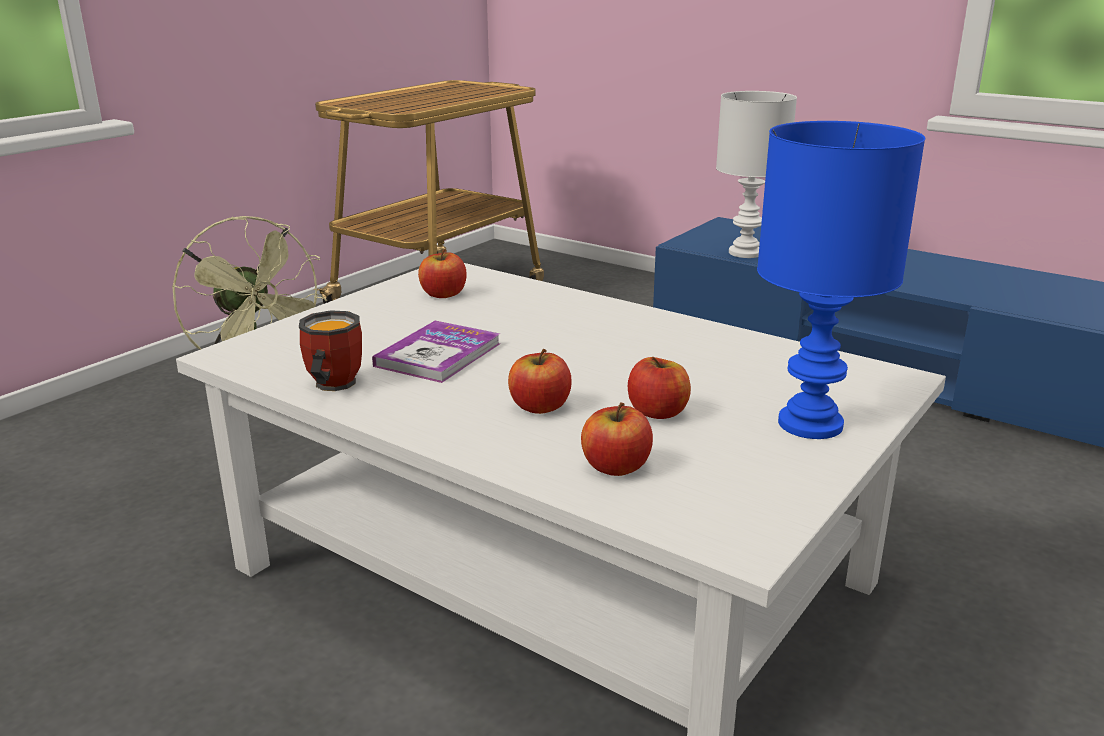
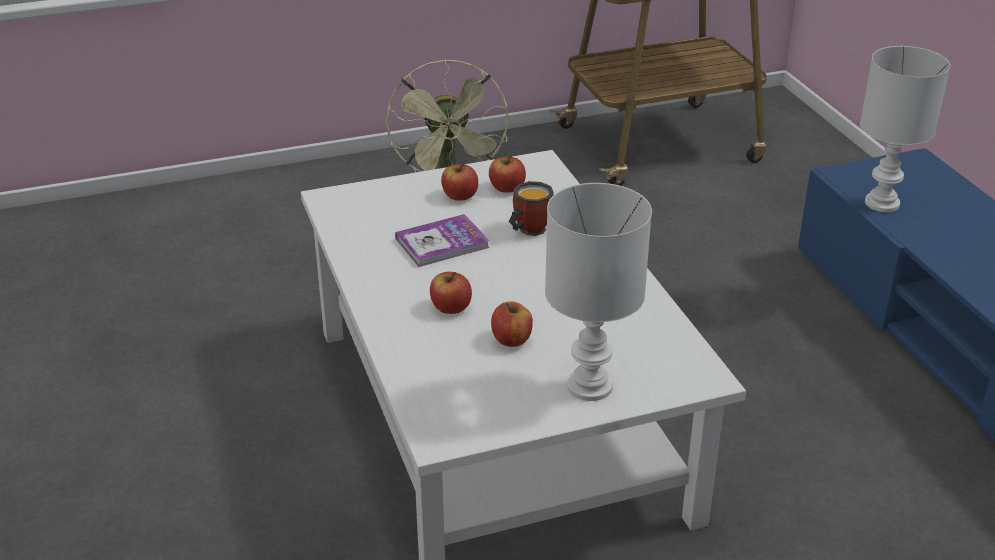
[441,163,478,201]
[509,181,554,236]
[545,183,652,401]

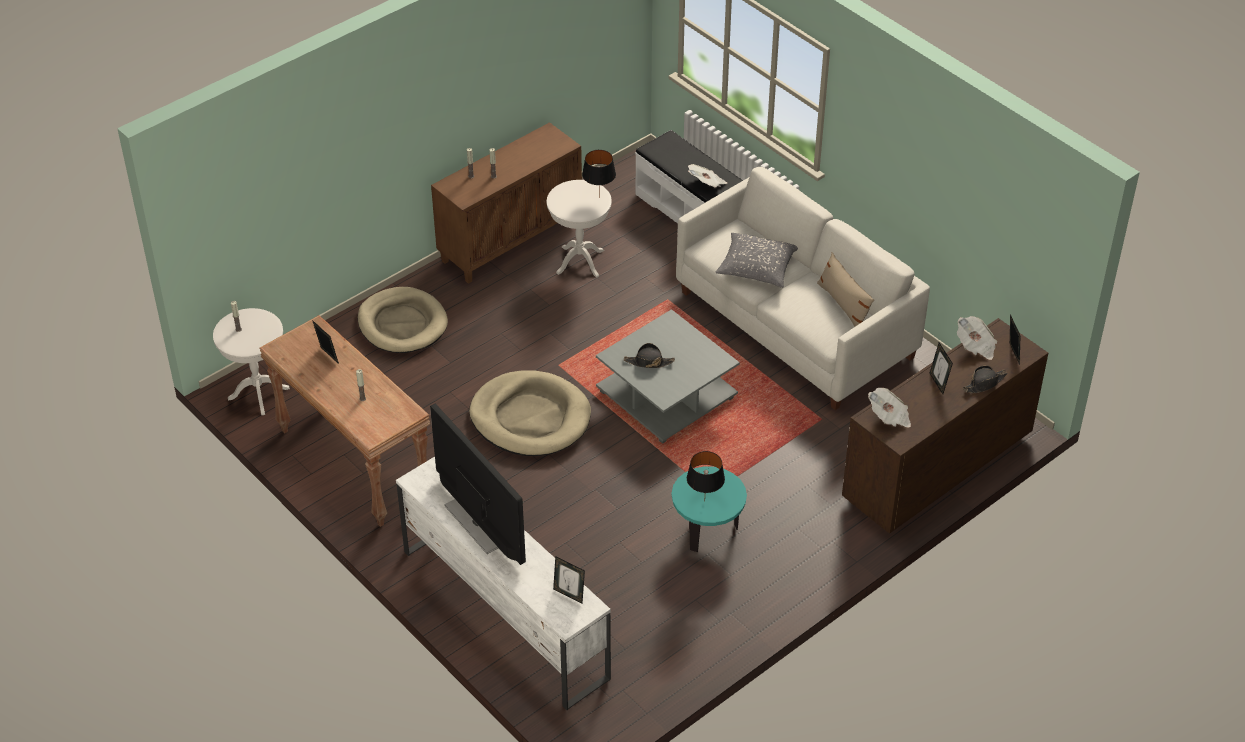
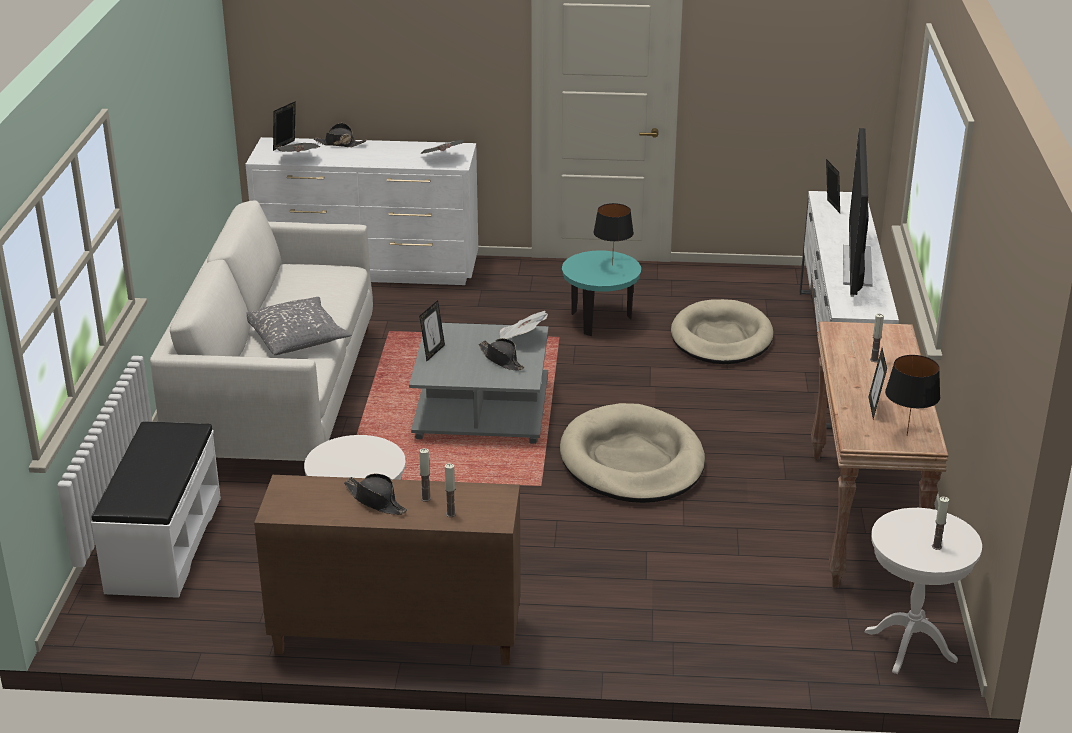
[245,137,478,285]
[344,473,407,515]
[419,300,445,361]
[499,311,548,339]
[671,299,773,364]
[885,355,940,435]
[817,252,874,326] (first image)

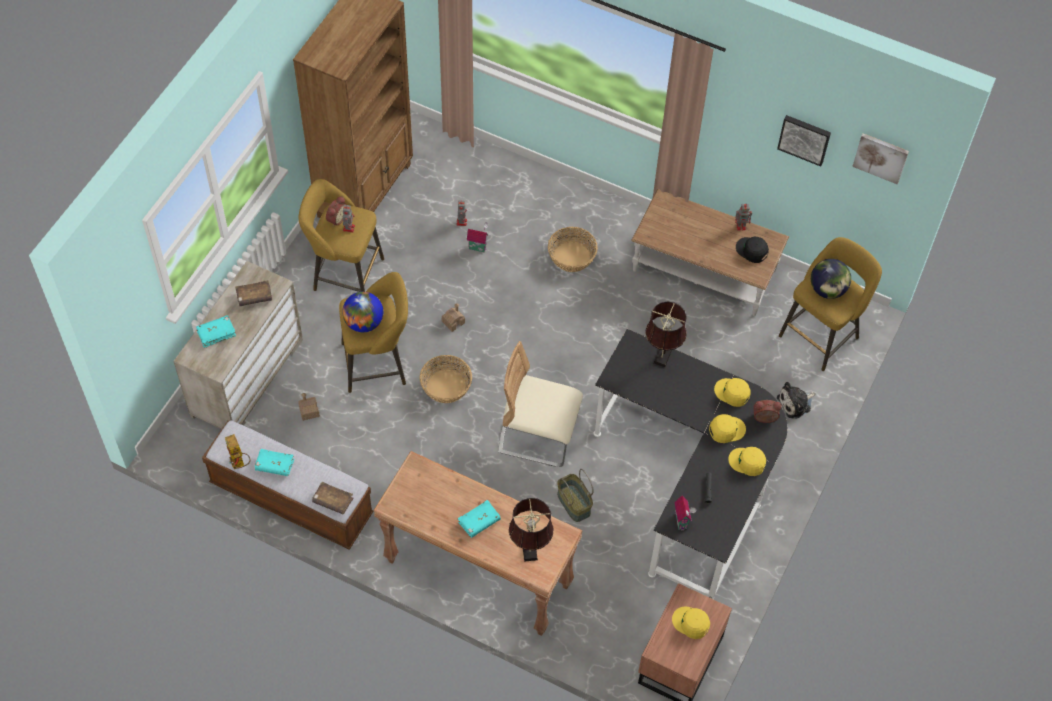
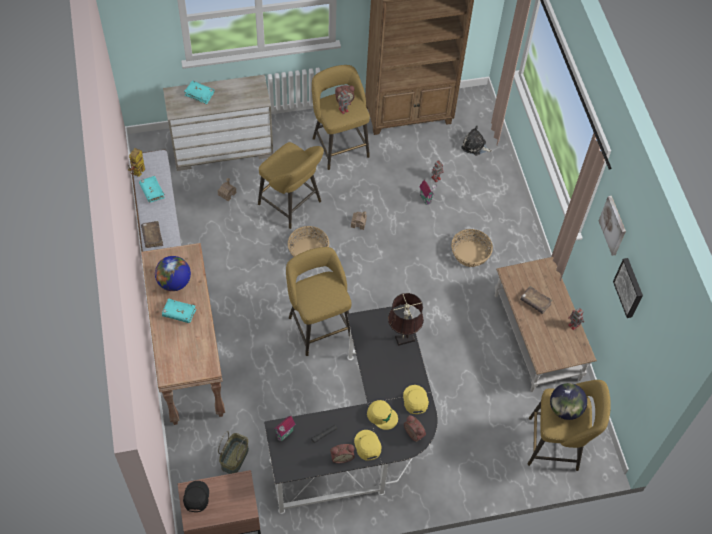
[155,256,191,291]
[183,481,209,512]
[218,431,249,474]
[286,247,351,356]
[330,444,355,463]
[461,126,492,155]
[520,286,553,314]
[599,196,626,256]
[509,498,554,562] (first image)
[672,607,710,639] (first image)

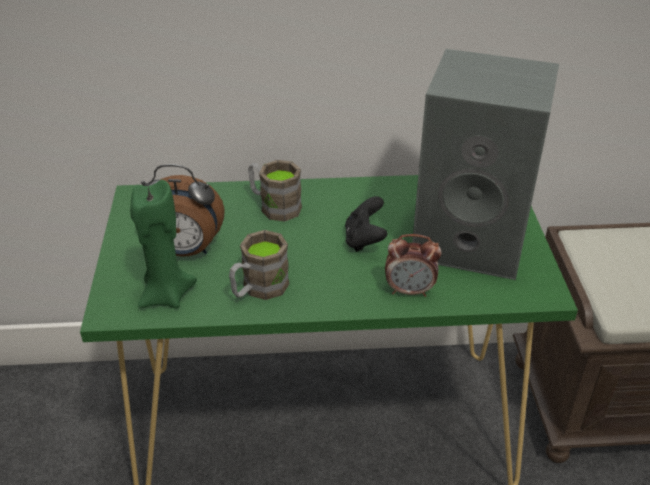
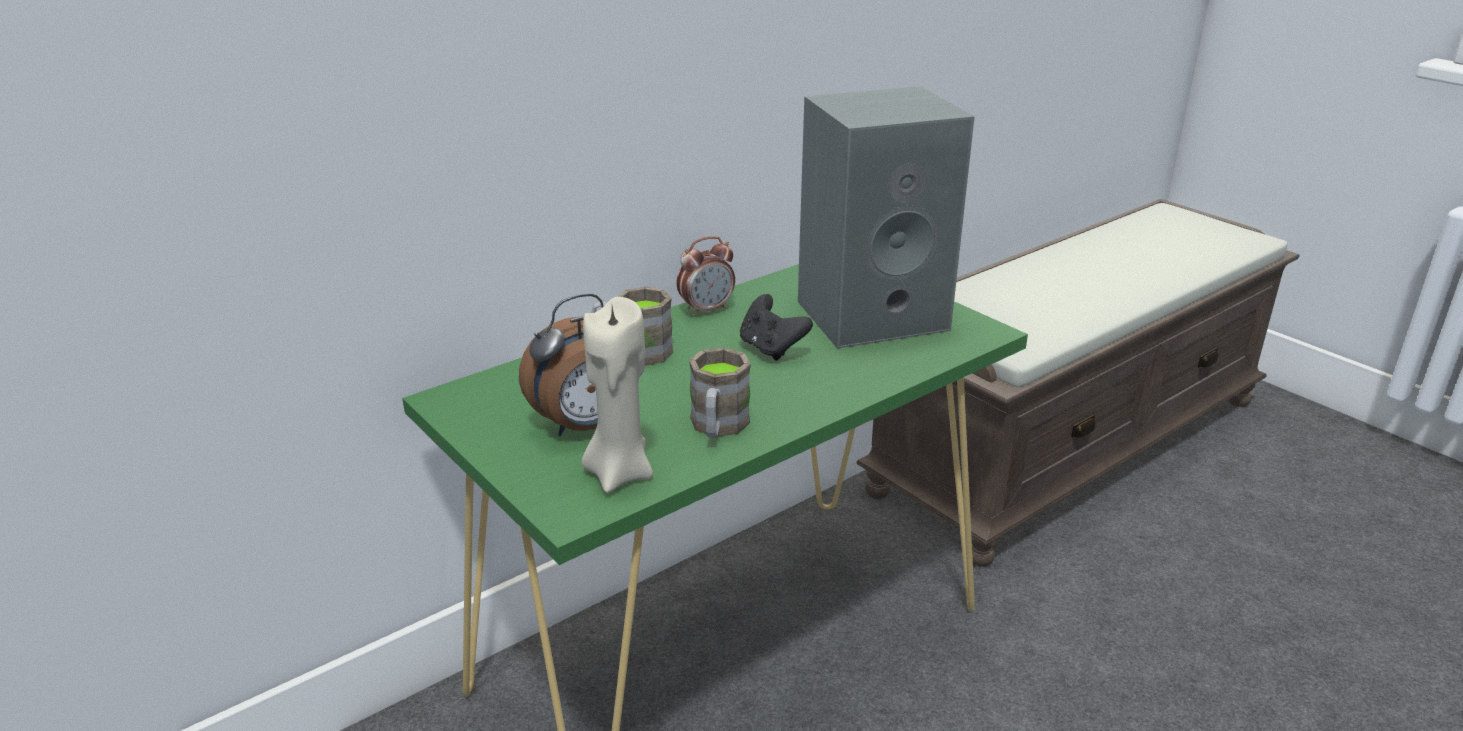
[582,297,653,493]
[676,236,735,317]

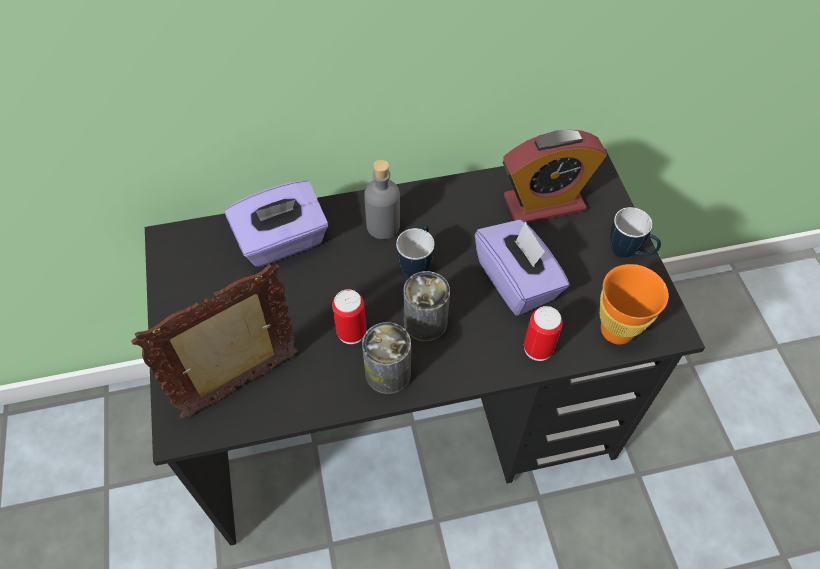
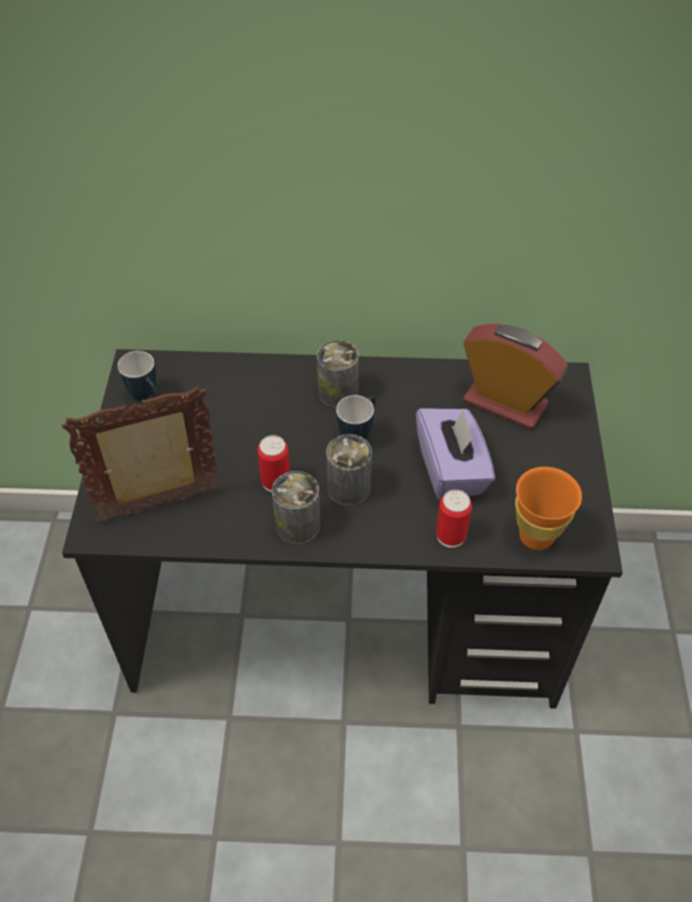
[118,351,158,402]
[317,340,359,408]
[463,324,568,430]
[225,180,328,267] (first image)

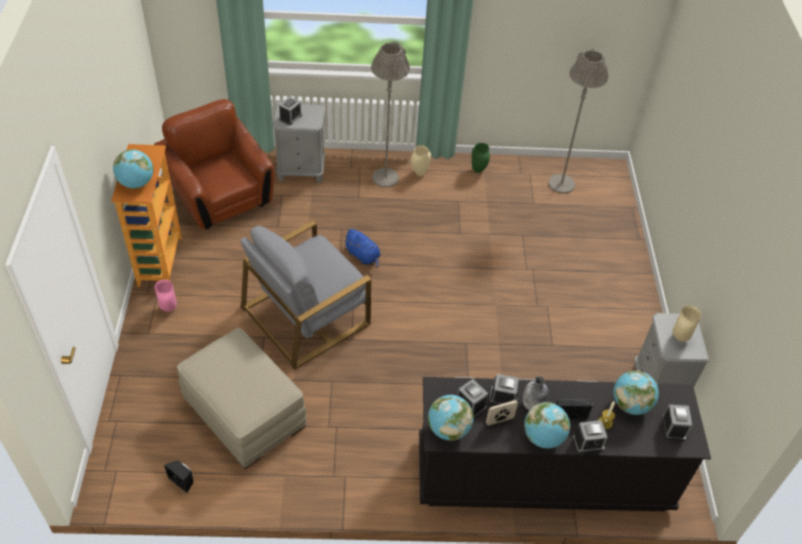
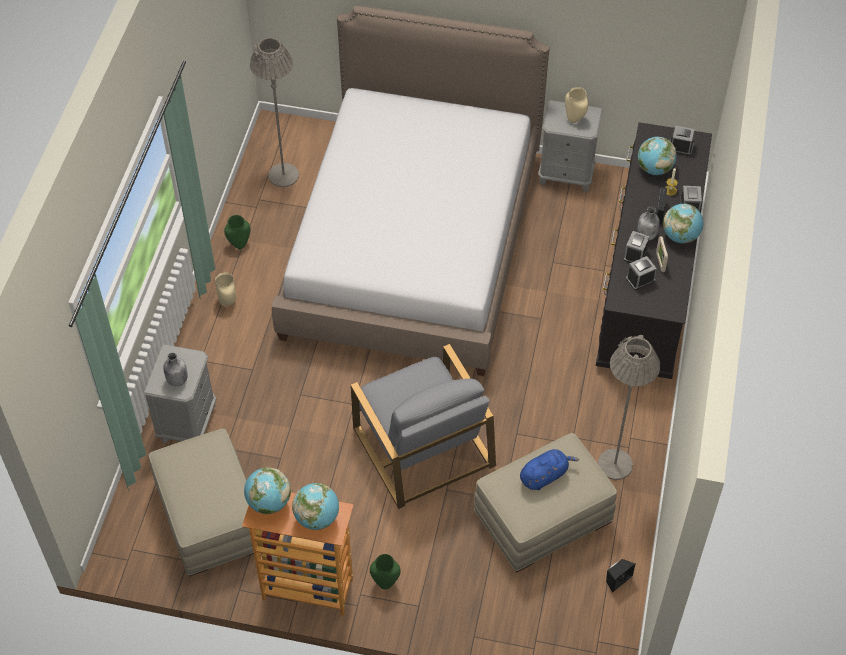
[149,429,254,577]
[163,352,188,386]
[244,467,291,515]
[272,5,549,376]
[370,554,401,589]
[520,449,579,490]
[598,335,660,480]

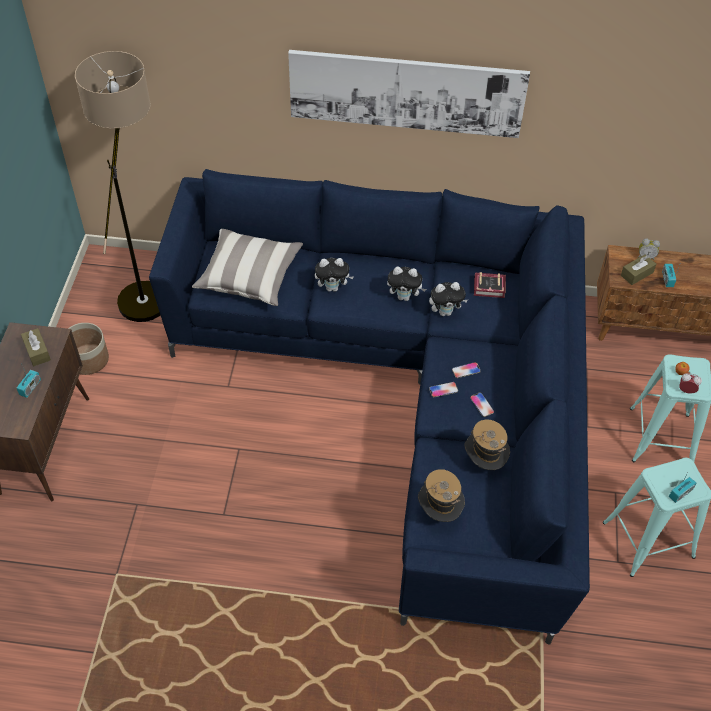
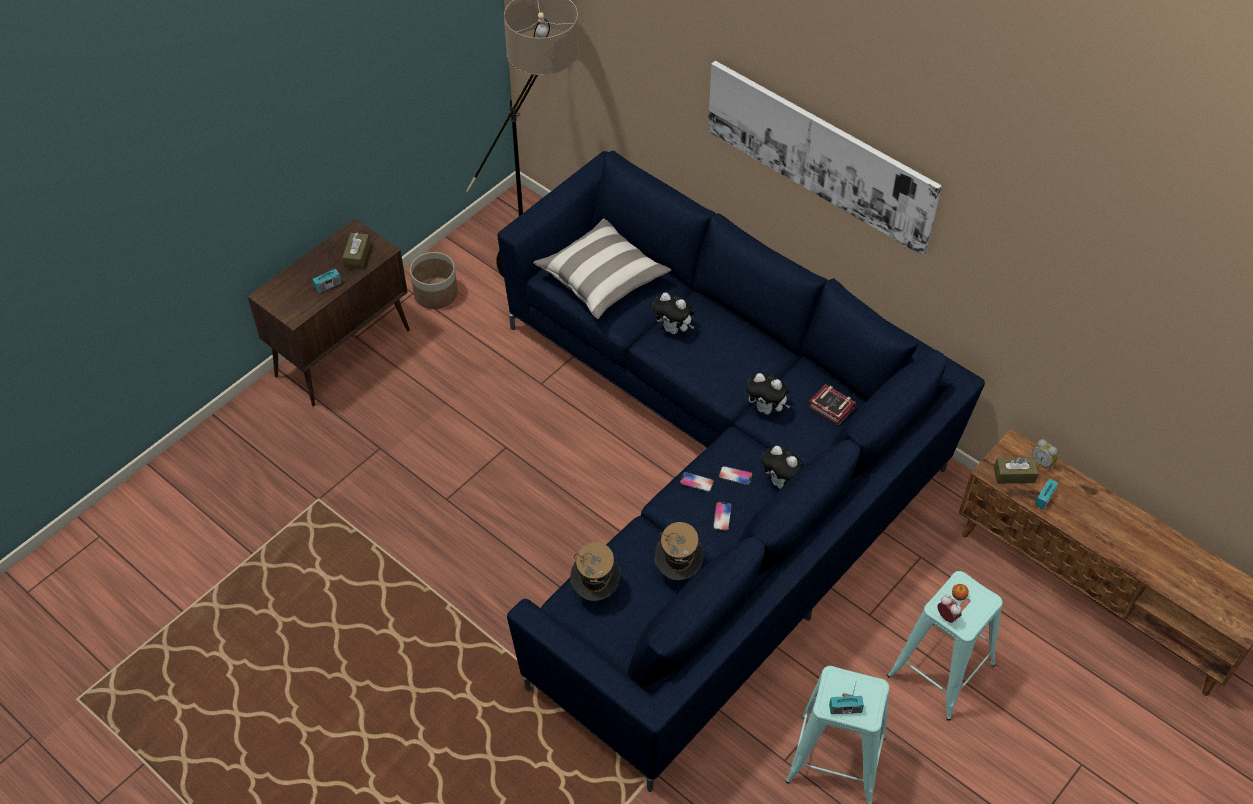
[761,446,804,489]

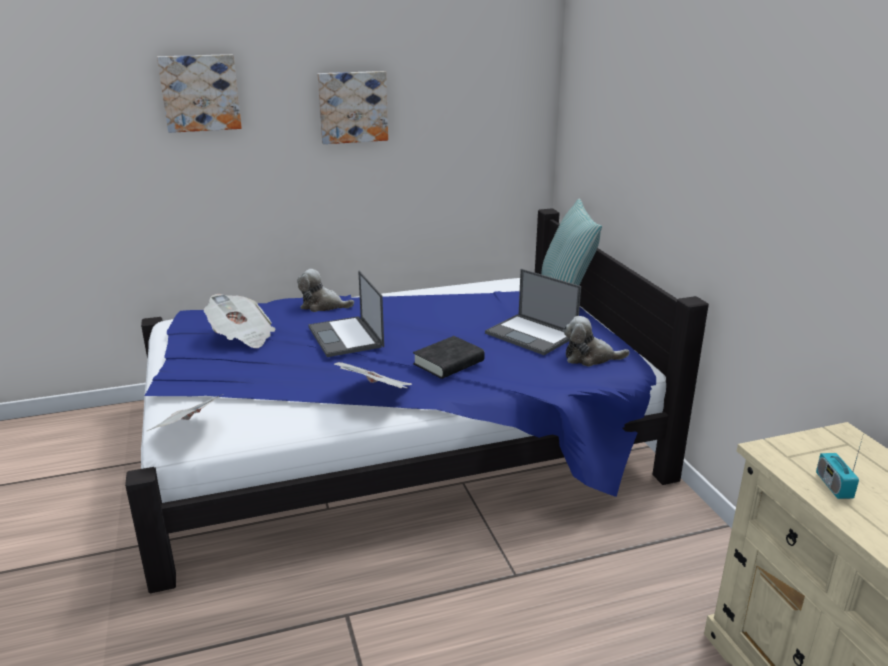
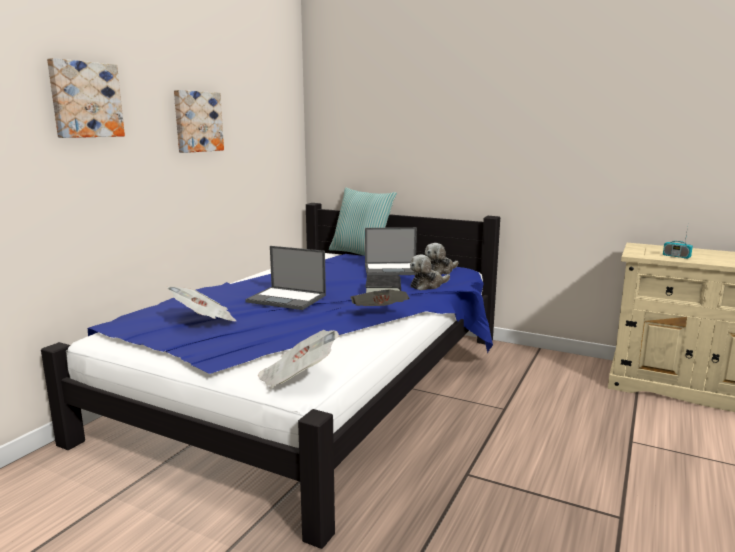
[410,254,450,290]

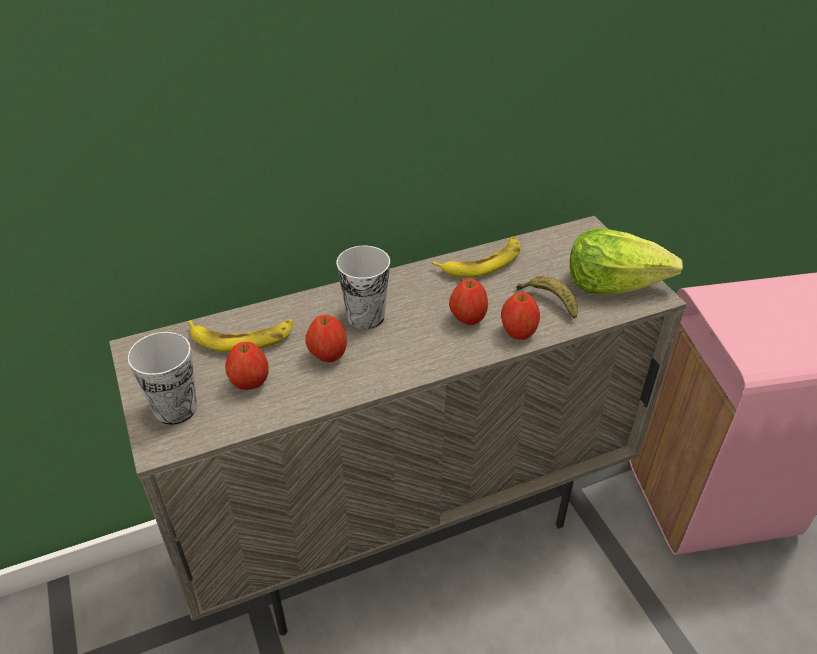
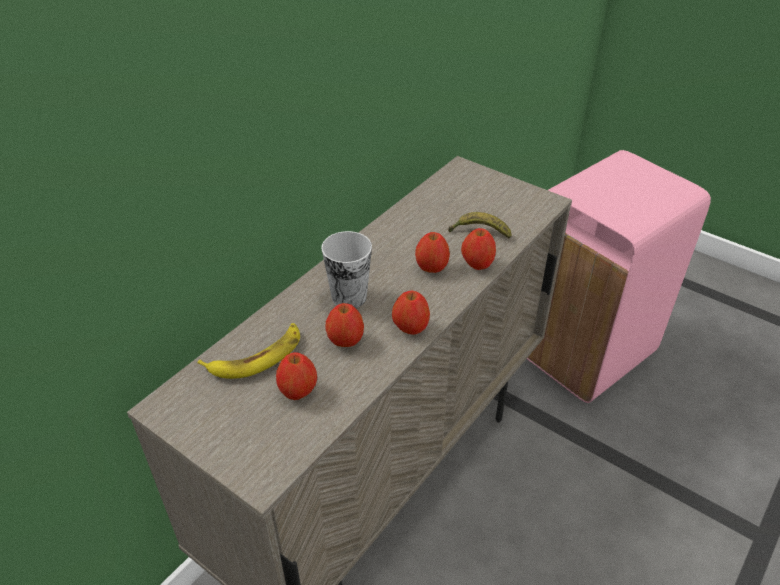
[392,291,430,335]
[127,332,197,425] (first image)
[432,236,521,278] (first image)
[570,228,683,294] (first image)

